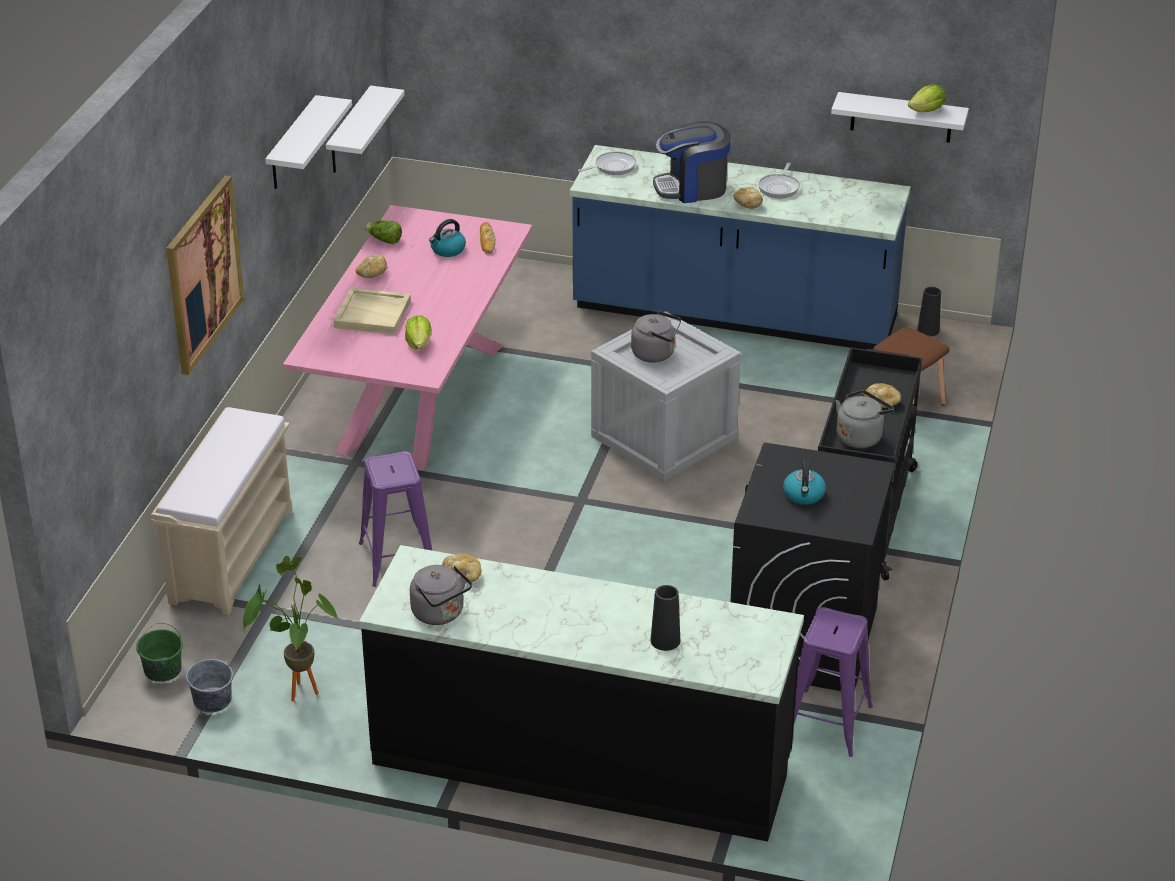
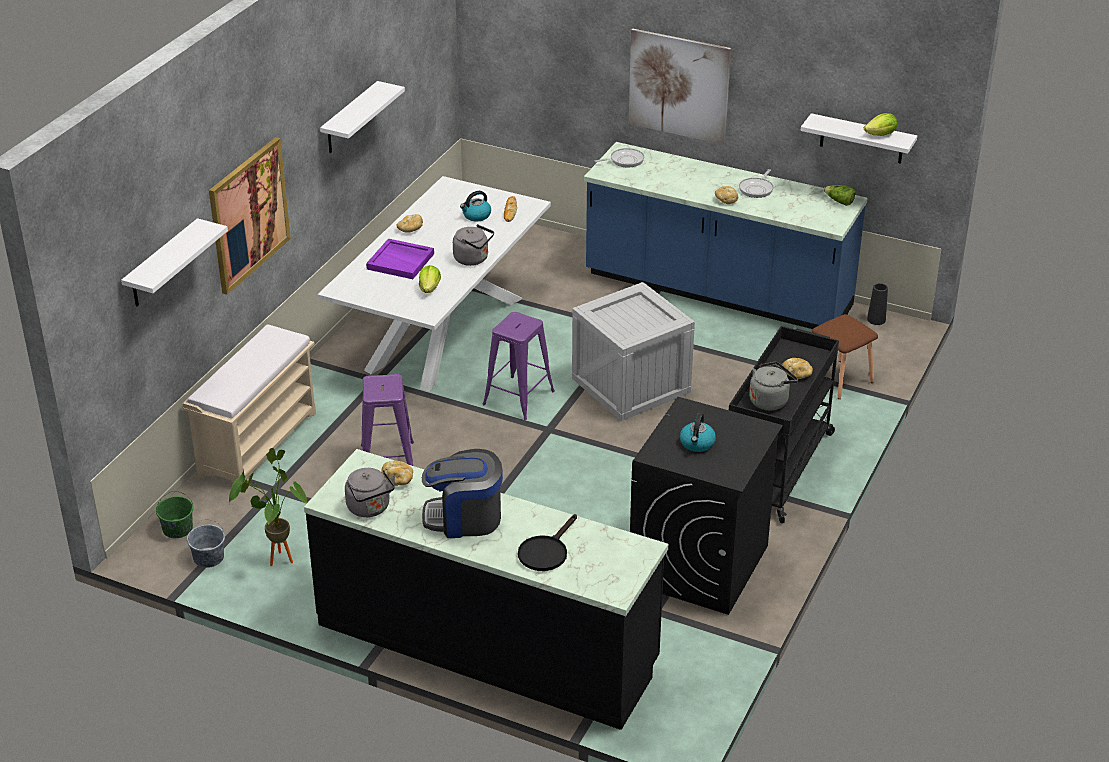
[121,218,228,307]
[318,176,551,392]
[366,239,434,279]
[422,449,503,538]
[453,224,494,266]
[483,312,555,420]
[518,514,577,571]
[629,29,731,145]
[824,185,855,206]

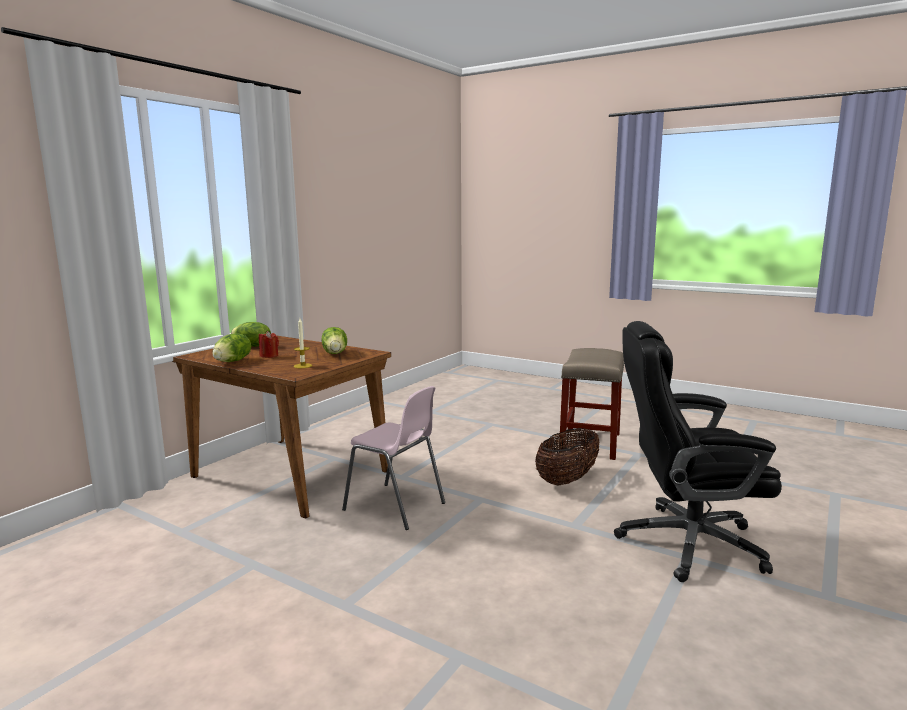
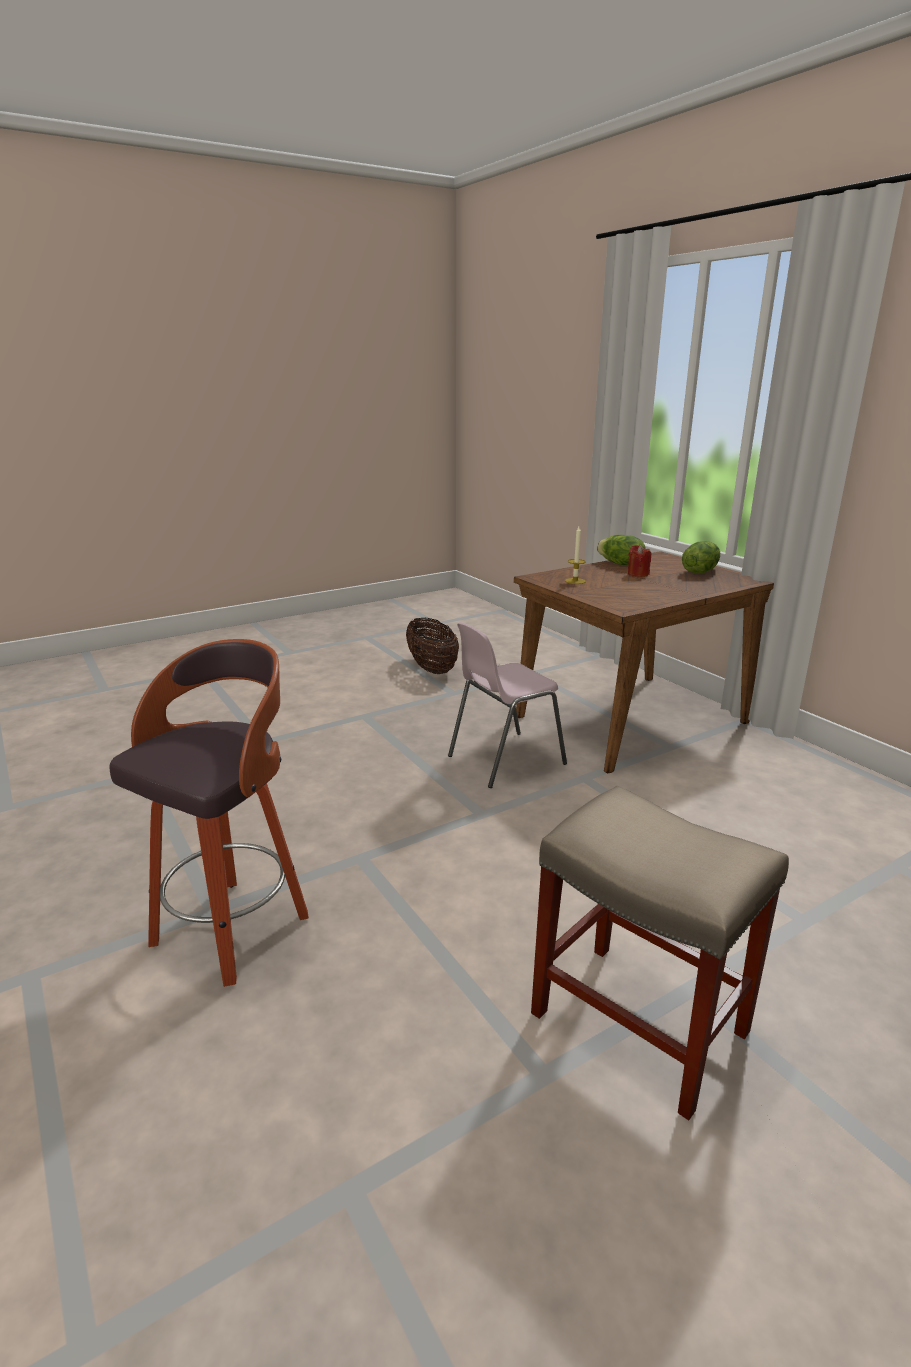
[109,639,309,987]
[406,618,459,674]
[321,327,347,354] (first image)

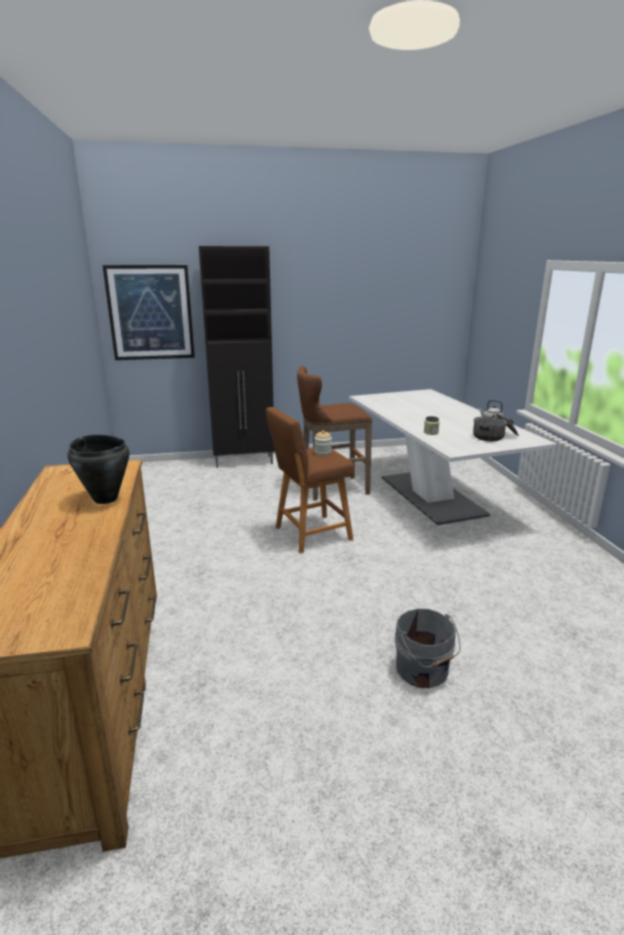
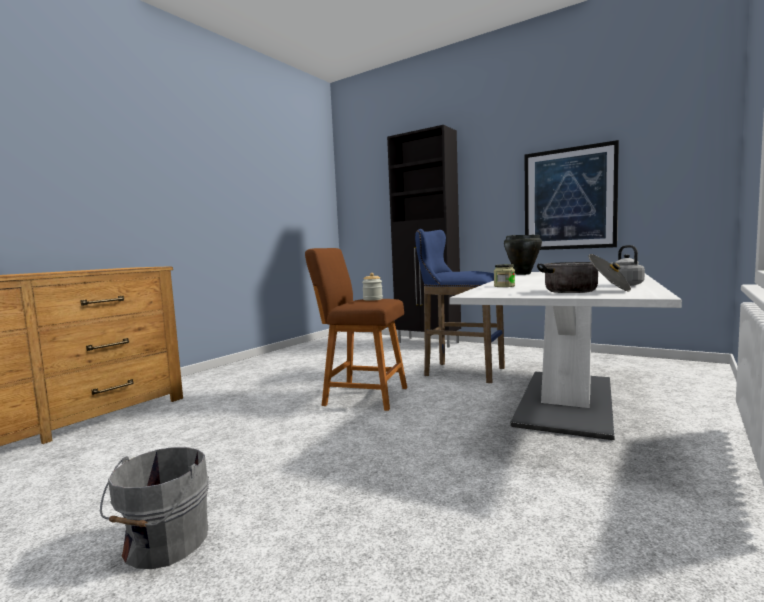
[415,229,505,383]
[504,235,542,275]
[525,140,619,250]

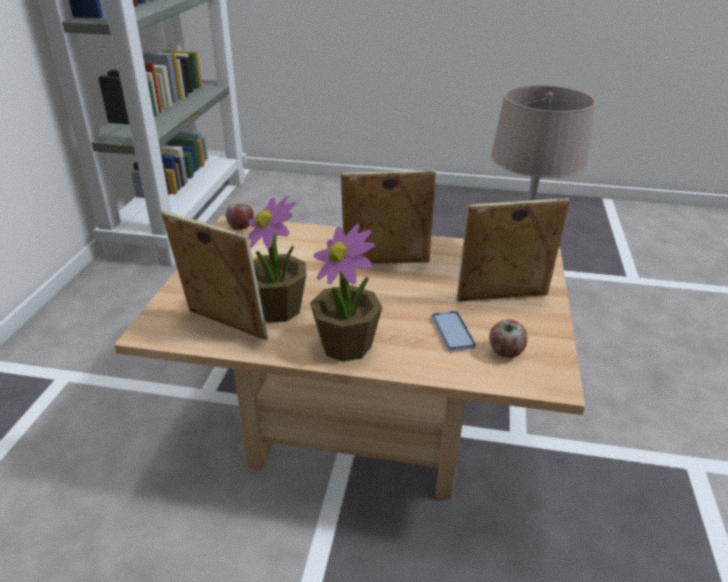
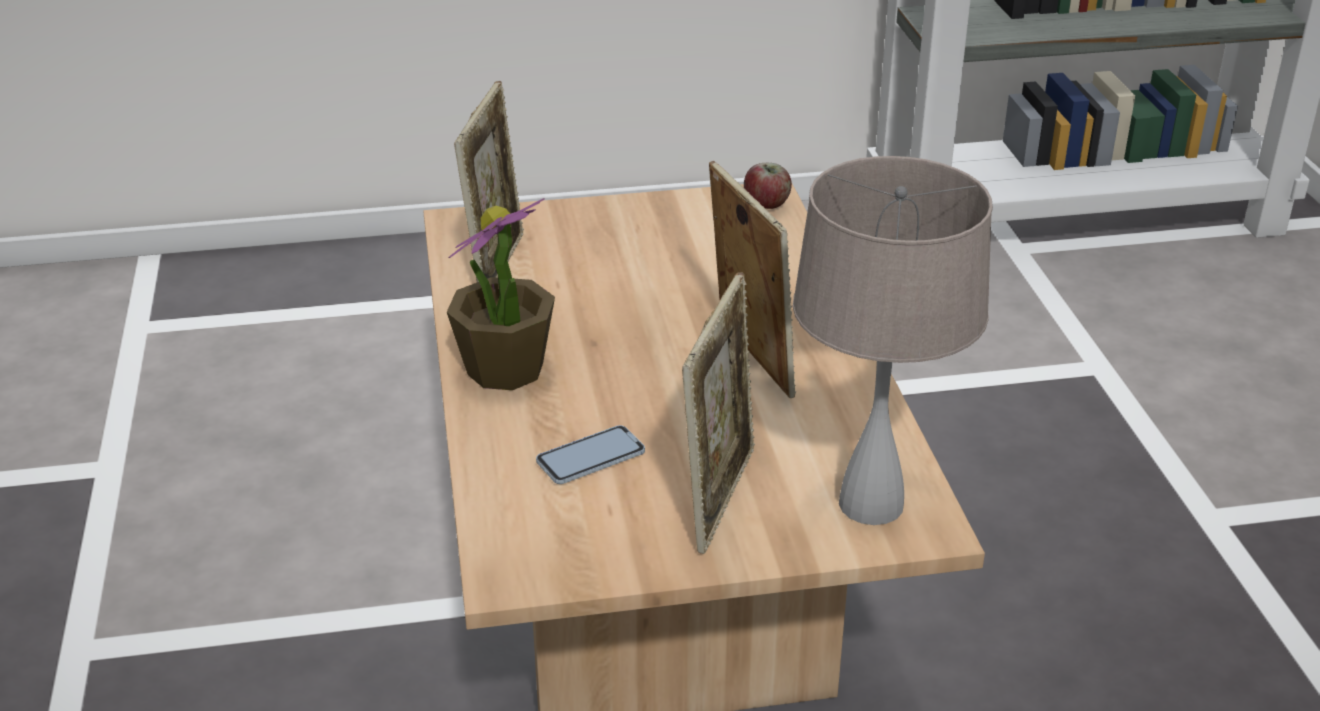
[682,272,755,554]
[248,196,306,323] (first image)
[489,319,528,358] (first image)

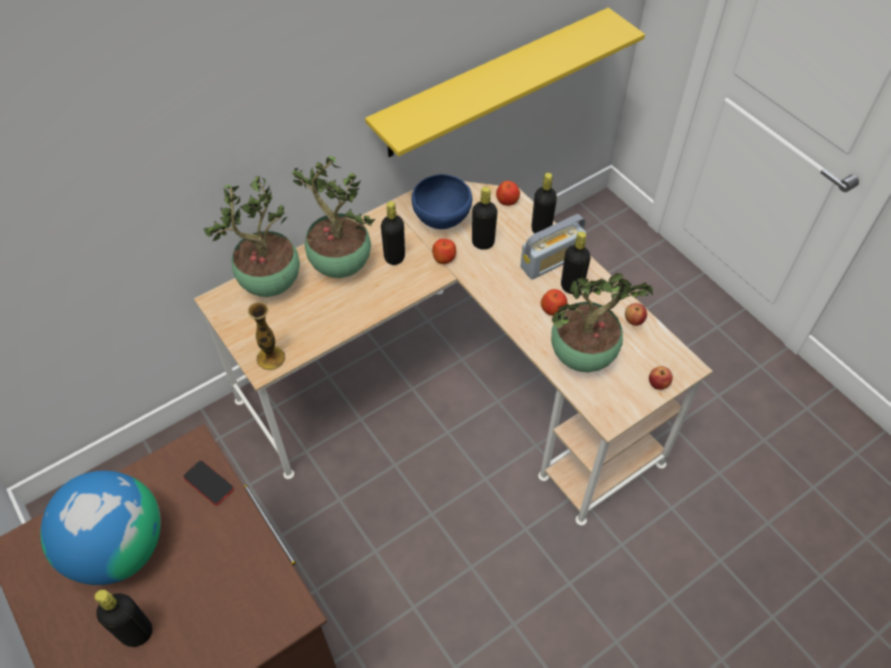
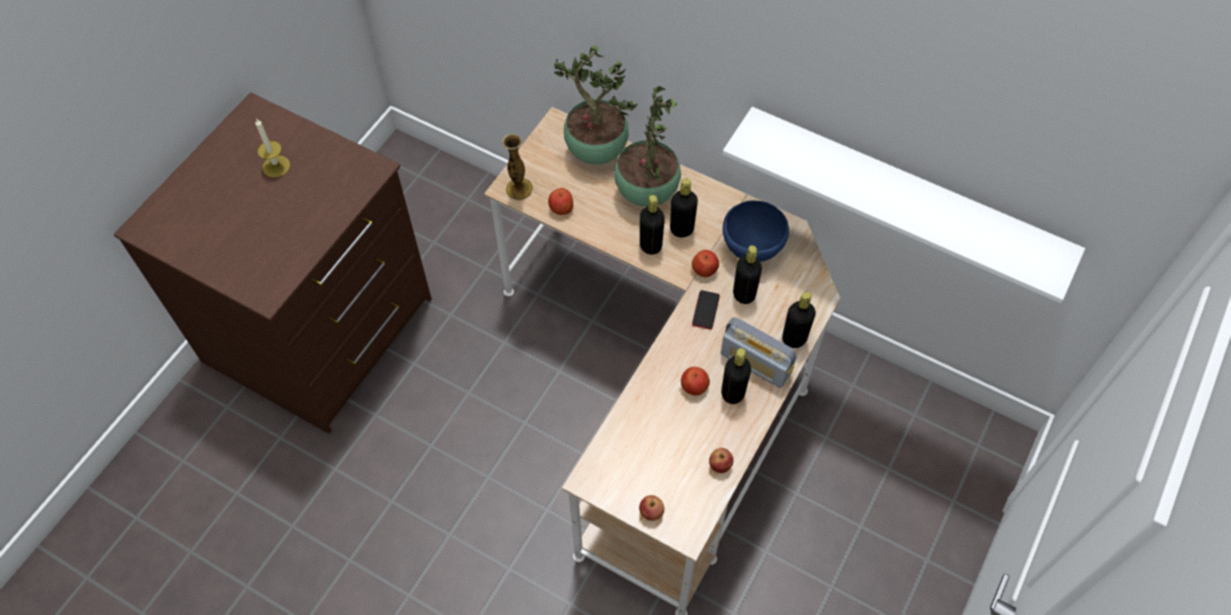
[255,118,290,178]
[548,188,573,215]
[640,195,665,255]
[692,290,720,330]
[722,107,1085,303]
[551,273,653,372] (first image)

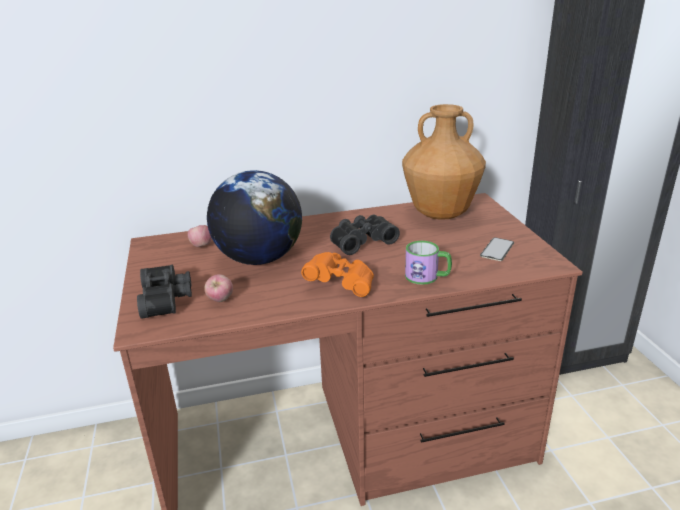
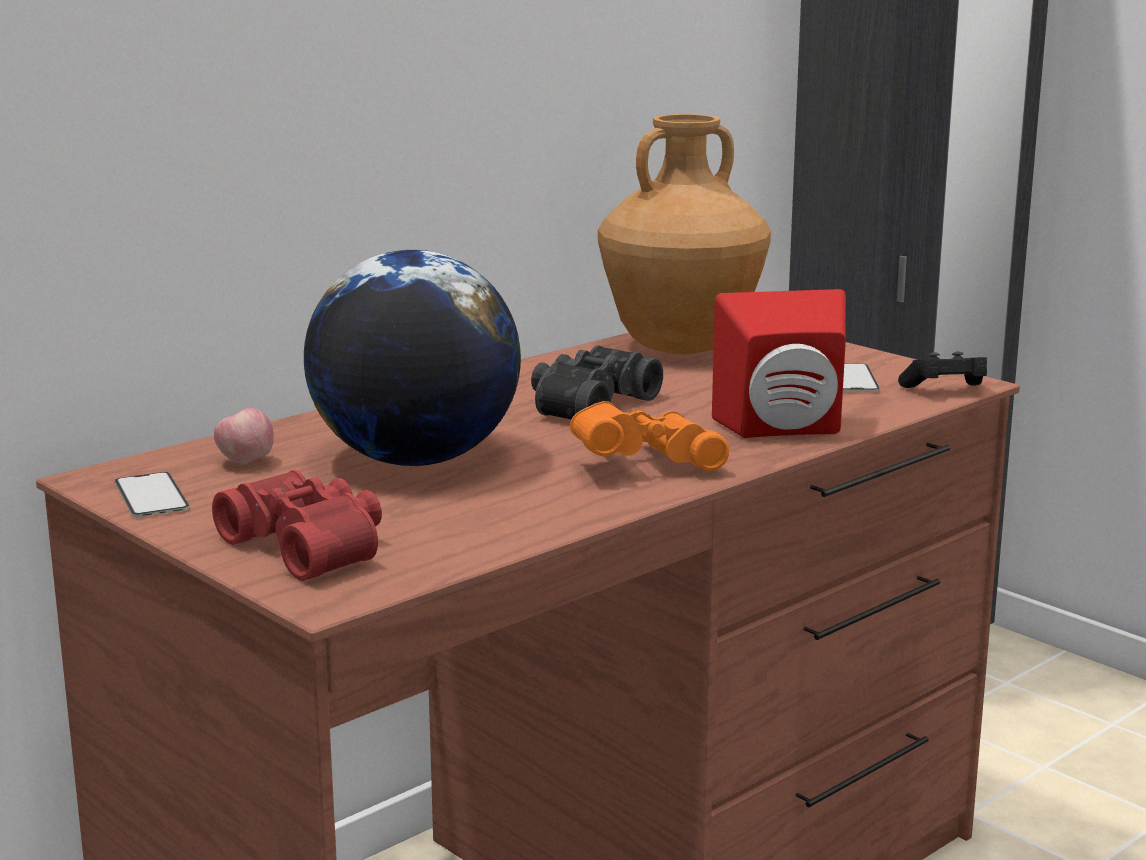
[115,472,189,517]
[212,470,382,581]
[712,289,846,438]
[898,351,987,388]
[204,274,233,302] (first image)

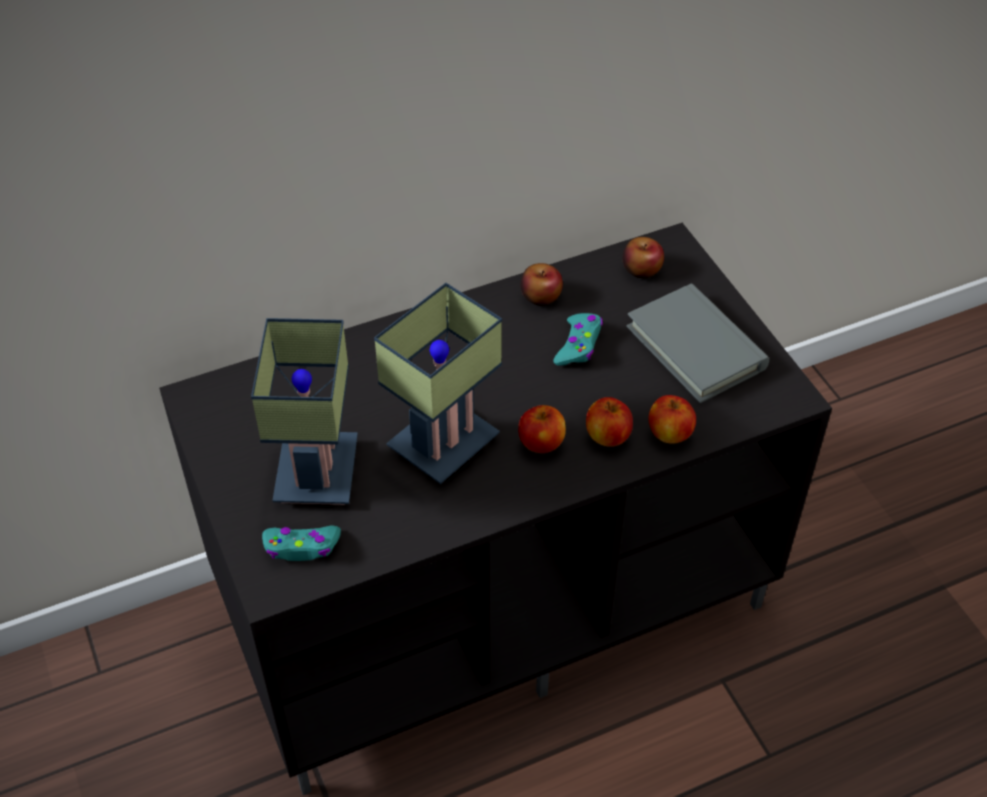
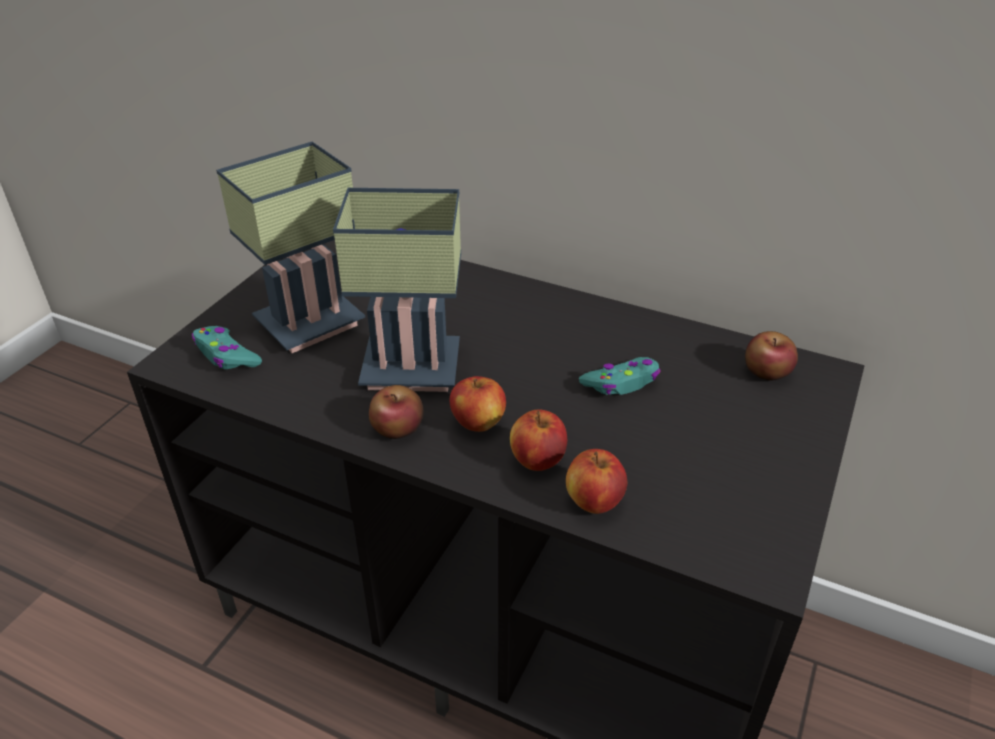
[369,385,424,439]
[626,283,769,403] (first image)

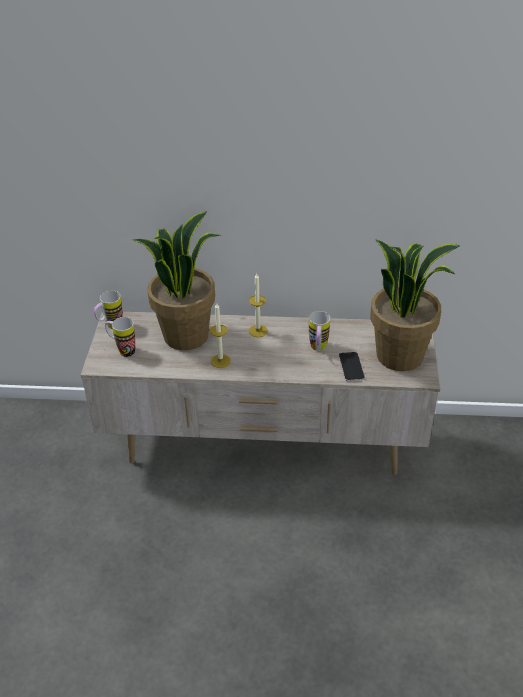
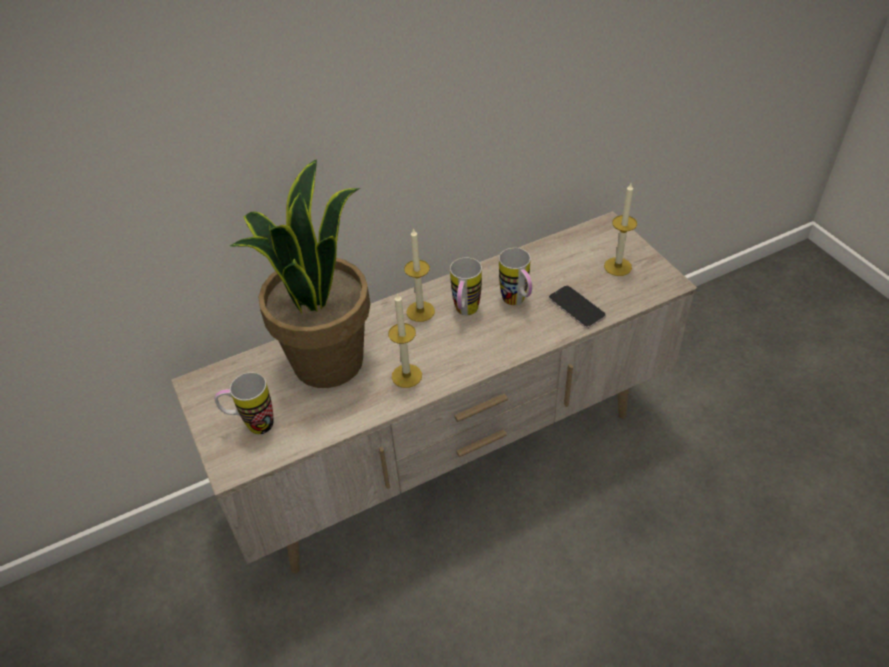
[450,257,482,315]
[604,183,637,276]

